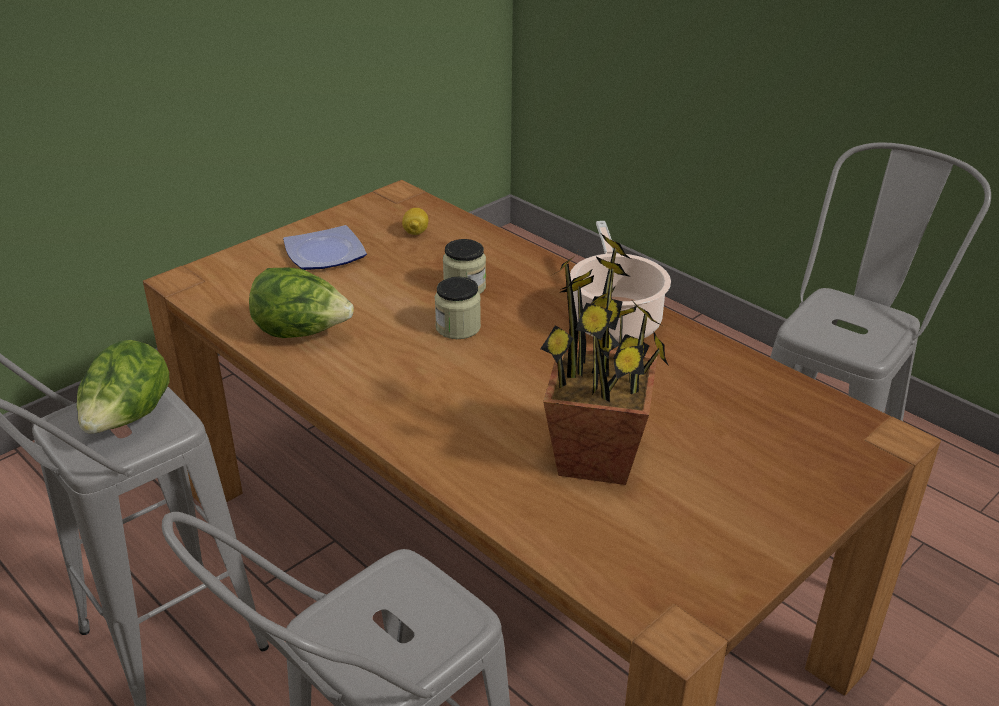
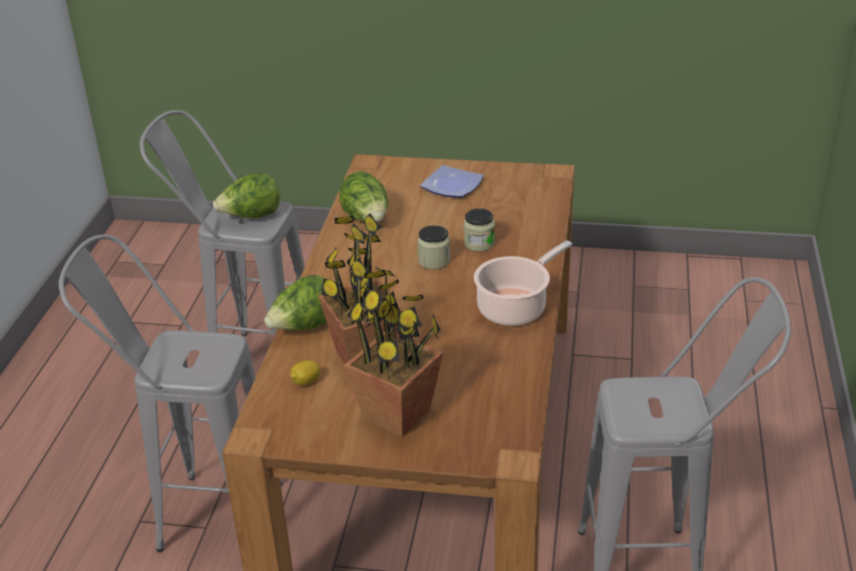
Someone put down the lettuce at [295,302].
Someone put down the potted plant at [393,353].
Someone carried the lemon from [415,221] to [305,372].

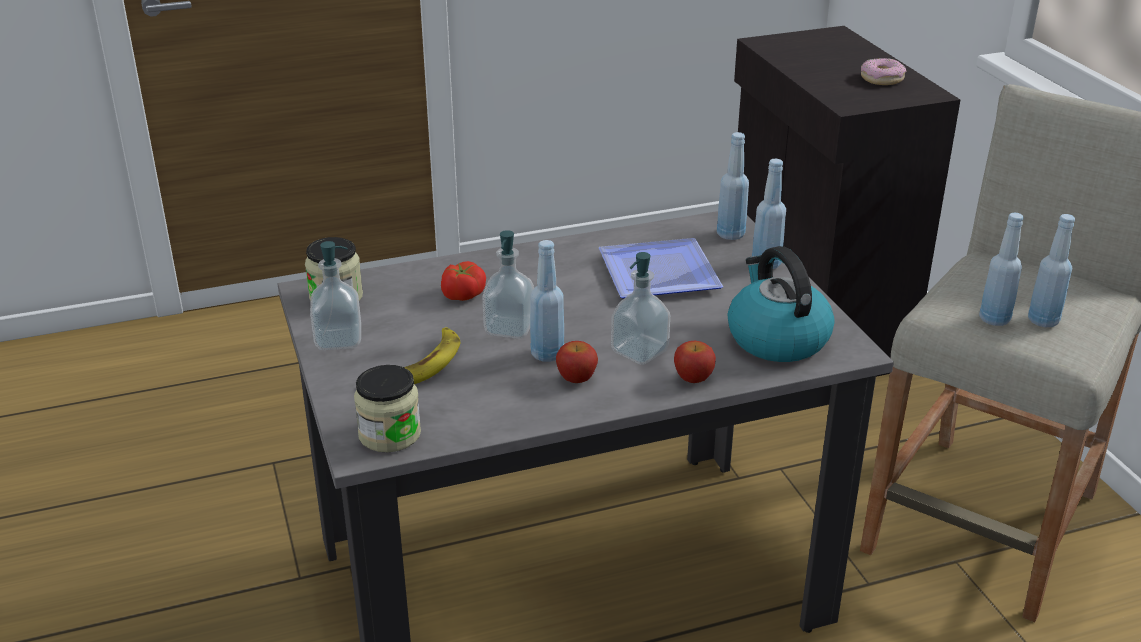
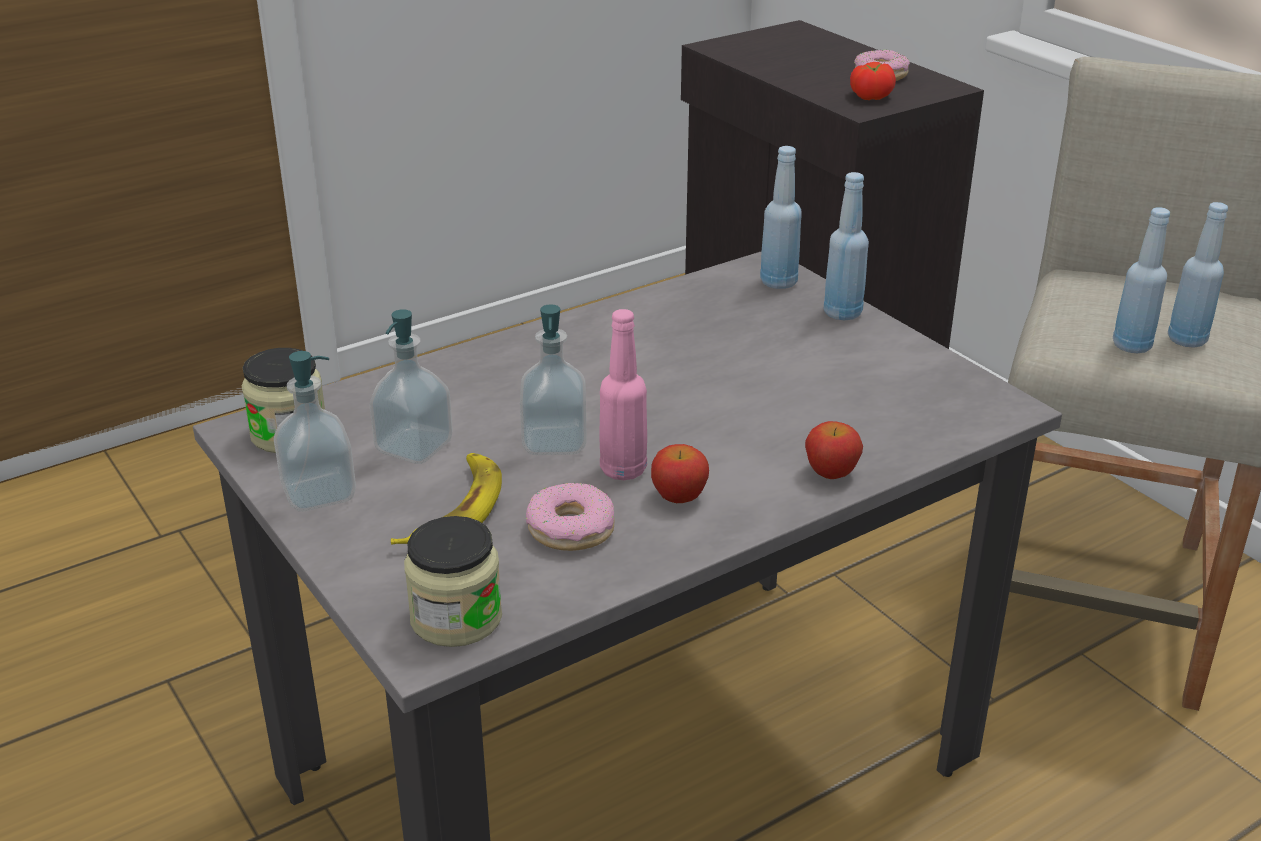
Someone took away the plate at [661,268].
Someone took away the kettle at [781,304].
Someone put down the donut at [570,517].
Someone carried the tomato from [463,281] to [873,81].
Someone carried the soap dispenser from [640,308] to [411,386].
Someone repainted the bottle (blue) at [547,301], which became the bottle (pink) at [623,394].

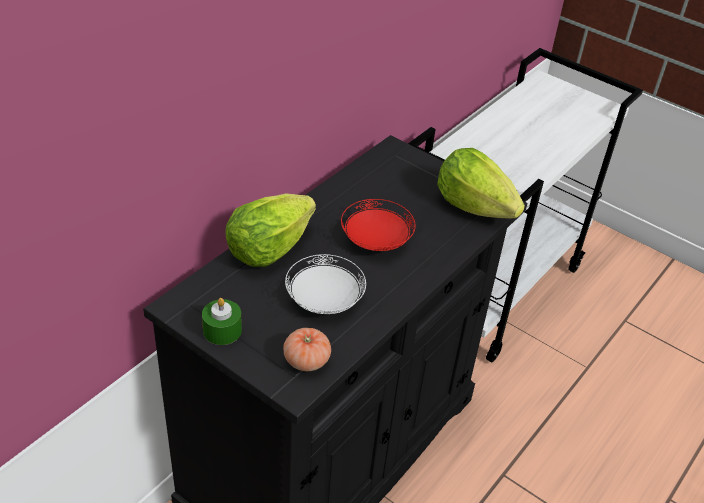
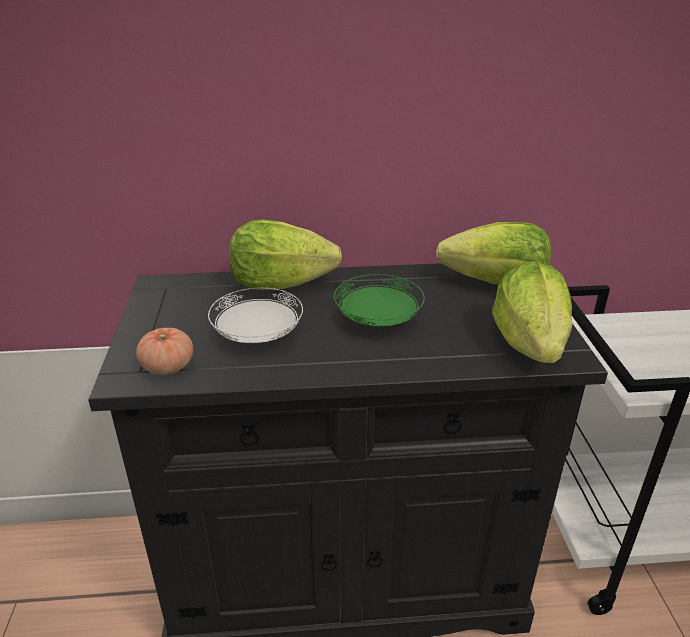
Someone took away the candle (green) at [222,321].
Someone put down the lettuce at [493,253].
Someone repainted the plate (red) at [378,225], which became the plate (green) at [379,300].

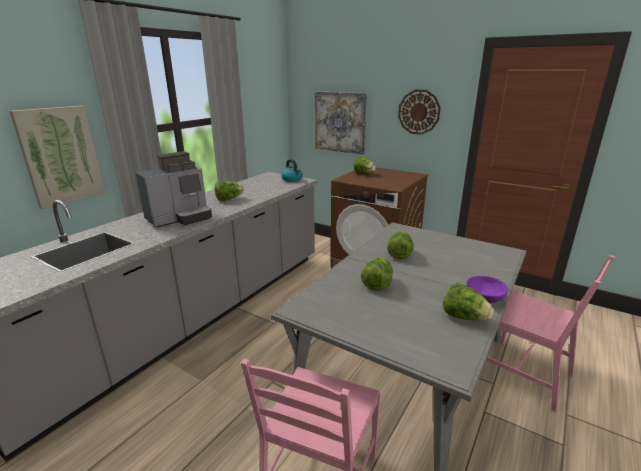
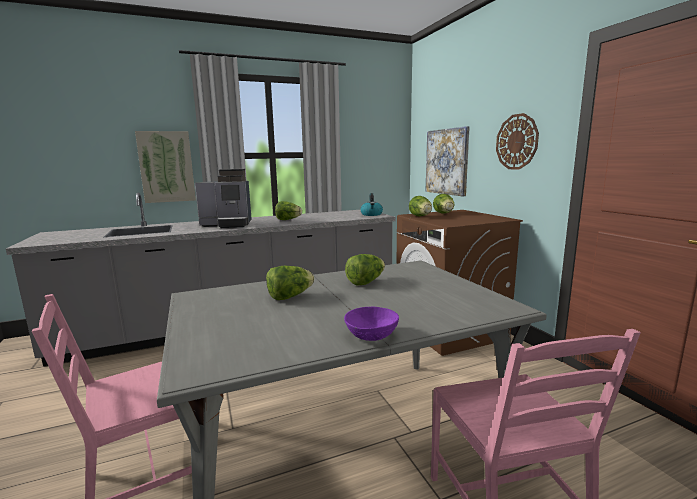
Someone carried the lettuce from [468,301] to [420,206].

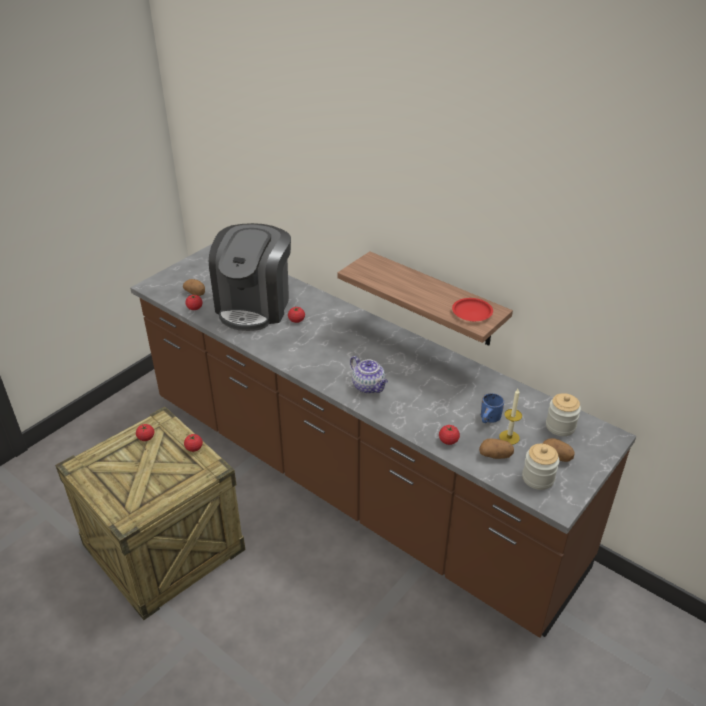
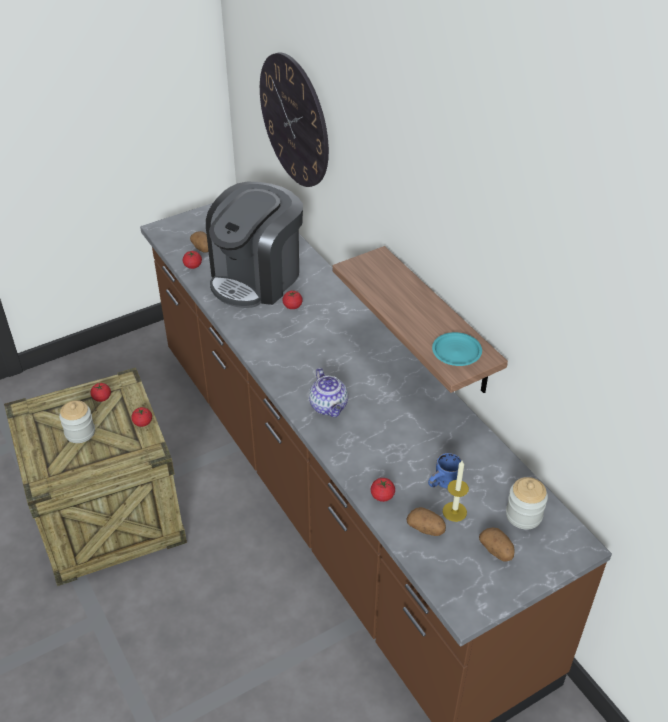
Someone put up the wall clock at [294,119].
Someone carried the jar from [540,467] to [77,421].
Someone repainted the plate (red) at [472,309], which became the plate (turquoise) at [457,349].

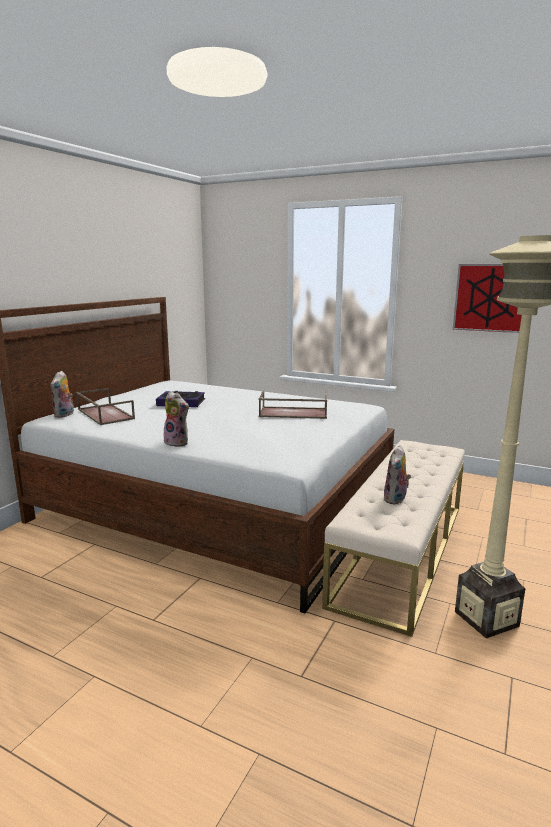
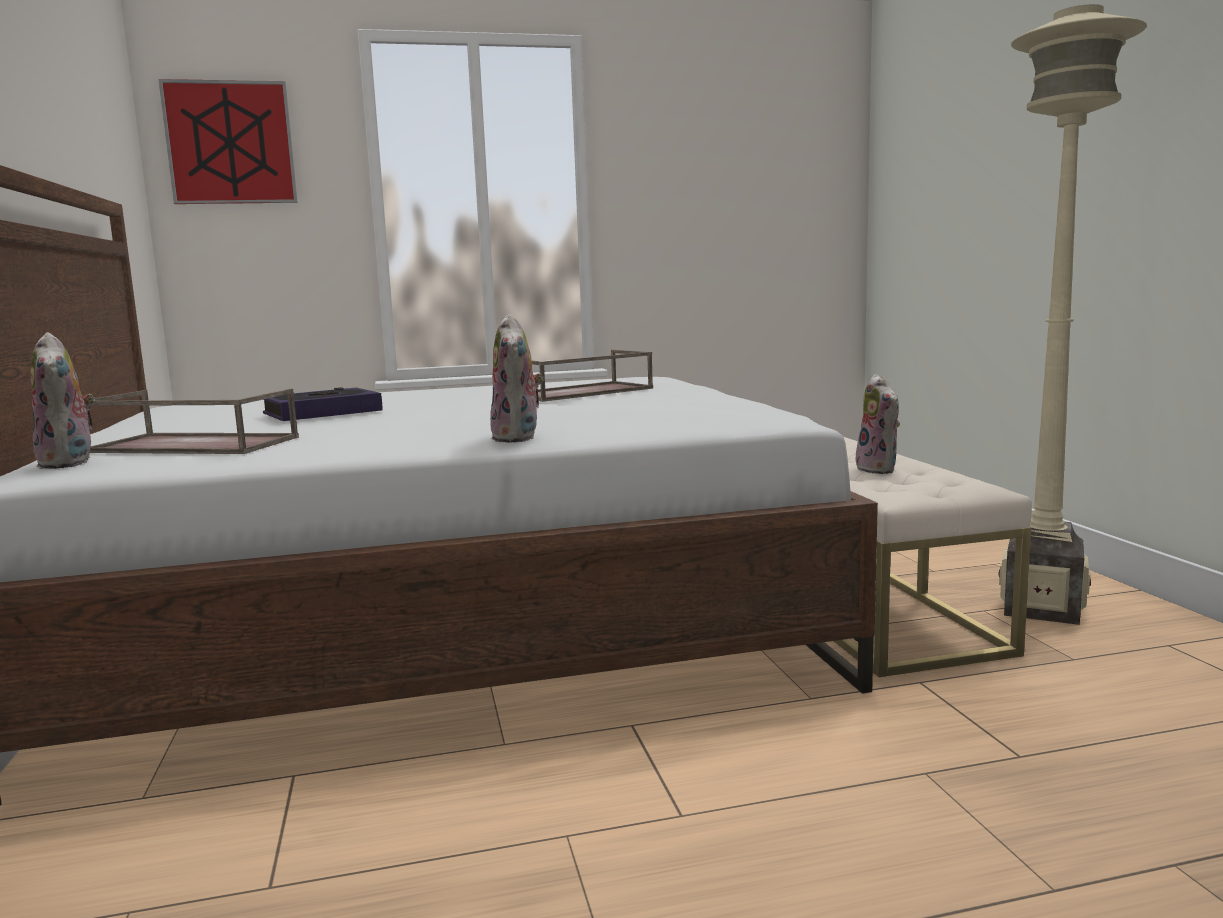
Someone carried the picture from [487,298] to [228,141].
Someone rotated the plush toy at [176,419] by 90 degrees clockwise.

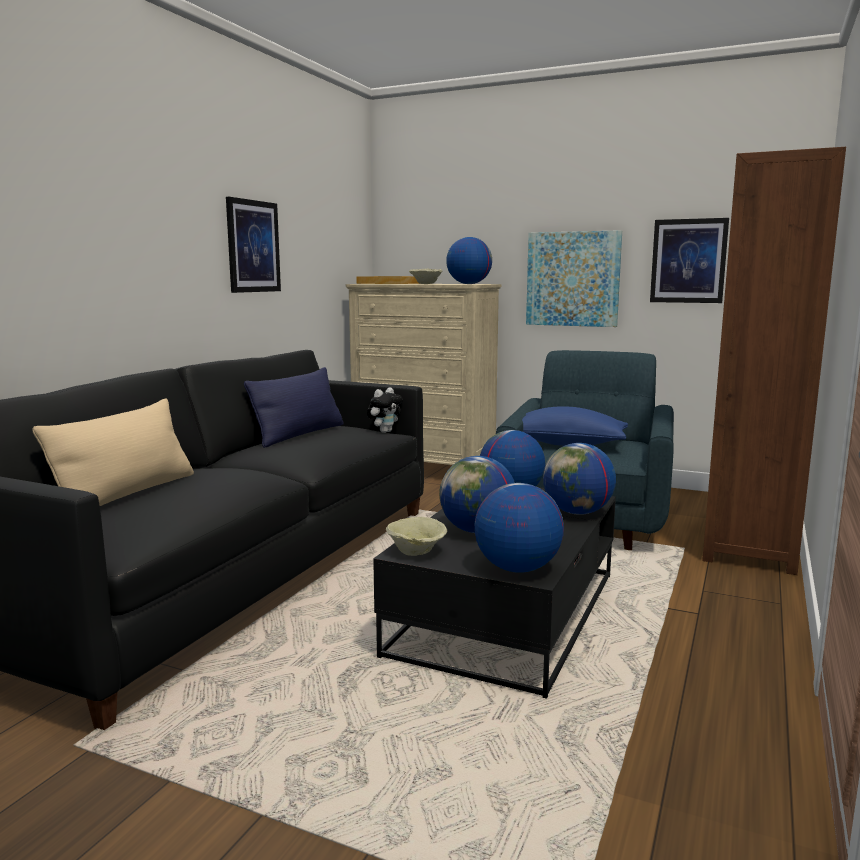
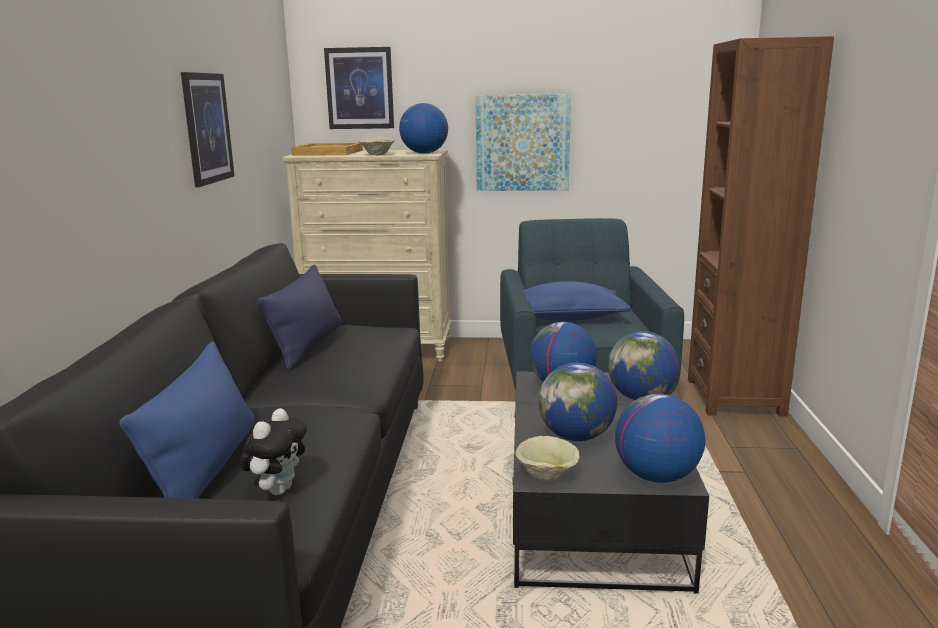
Someone carried the plush toy from [385,410] to [273,451].
Someone carried the picture from [689,260] to [359,88].
Someone repainted the pillow (beige) at [113,452], which became the pillow (blue) at [187,420].

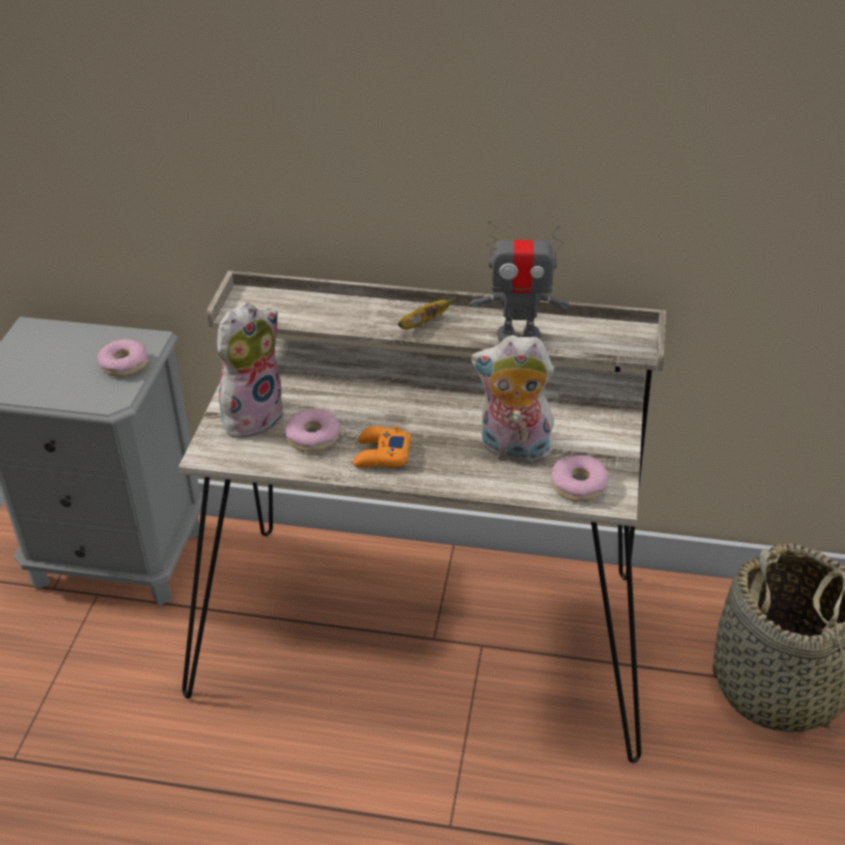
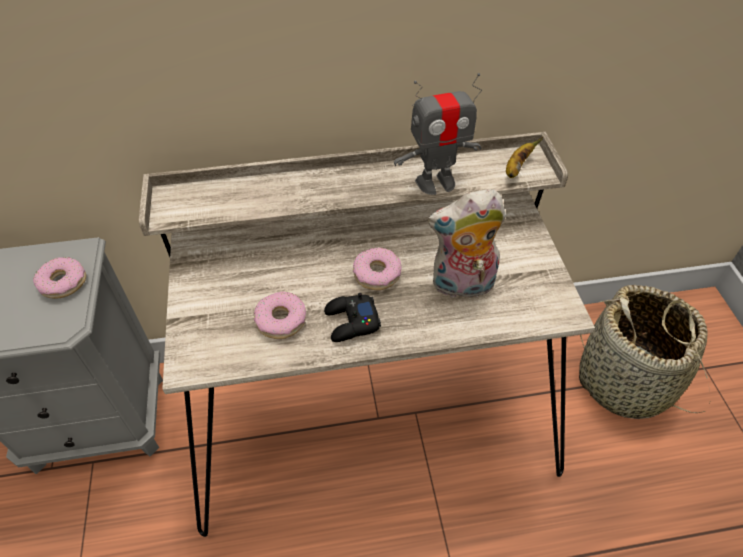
Someone took away the plush toy at [250,370].
Someone carried the banana from [428,312] to [524,157].
Someone carried the donut from [580,478] to [377,268].
Someone repainted the game controller (orange) at [382,446], which became the game controller (black) at [352,317].

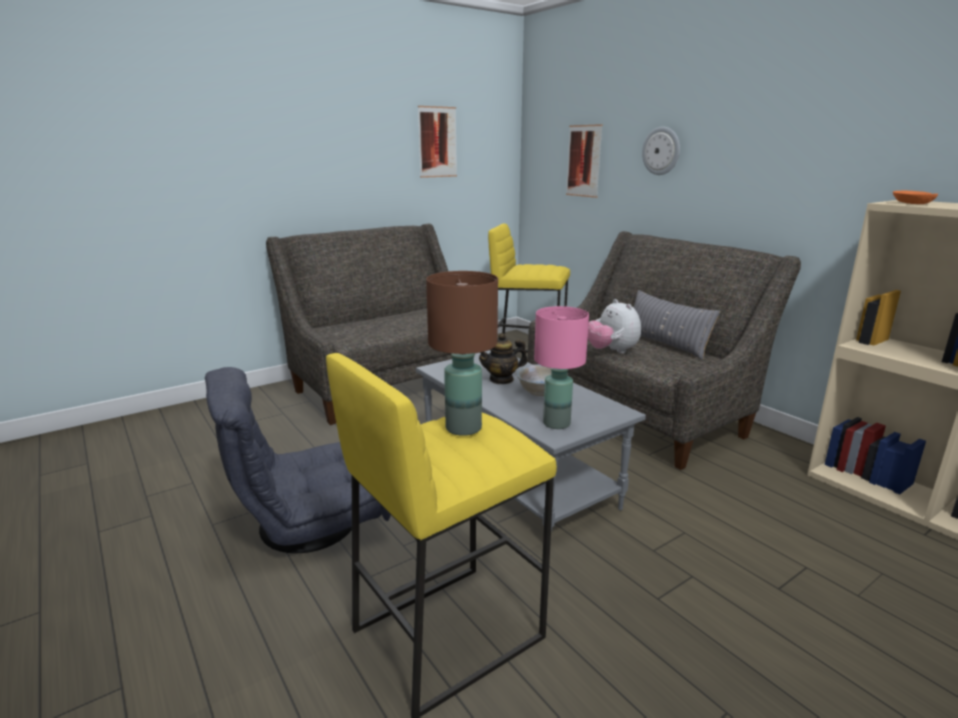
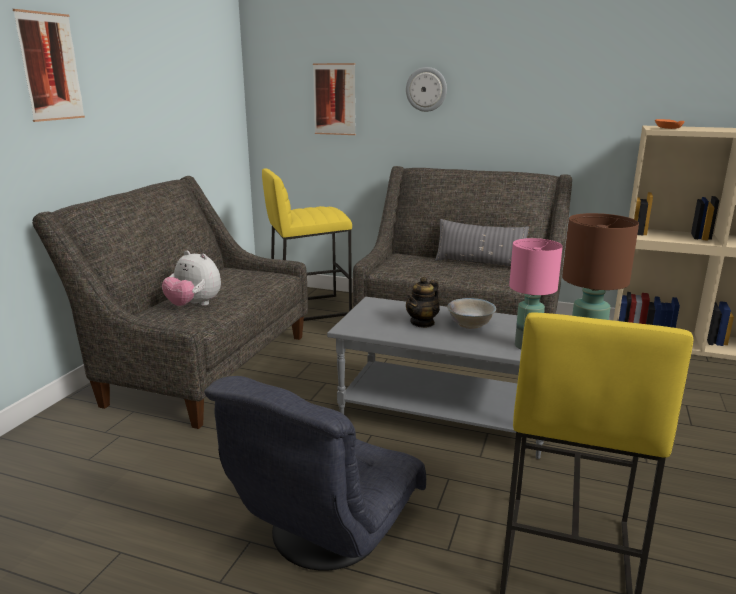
Someone carried the picture from [437,142] to [49,65].
Someone carried the plush toy from [614,326] to [191,278].

